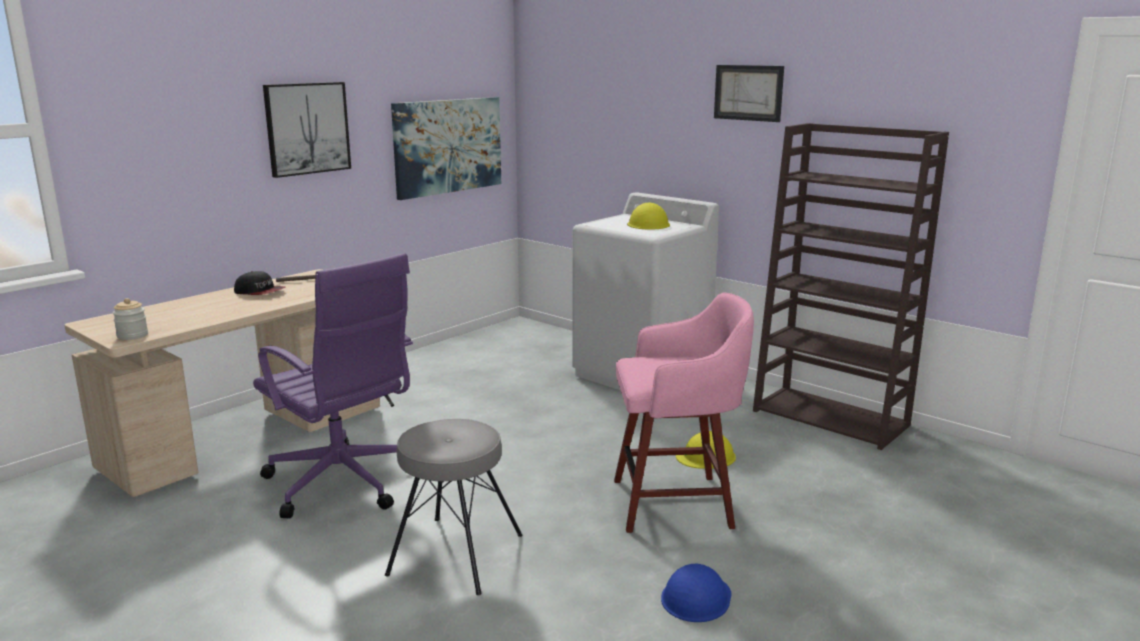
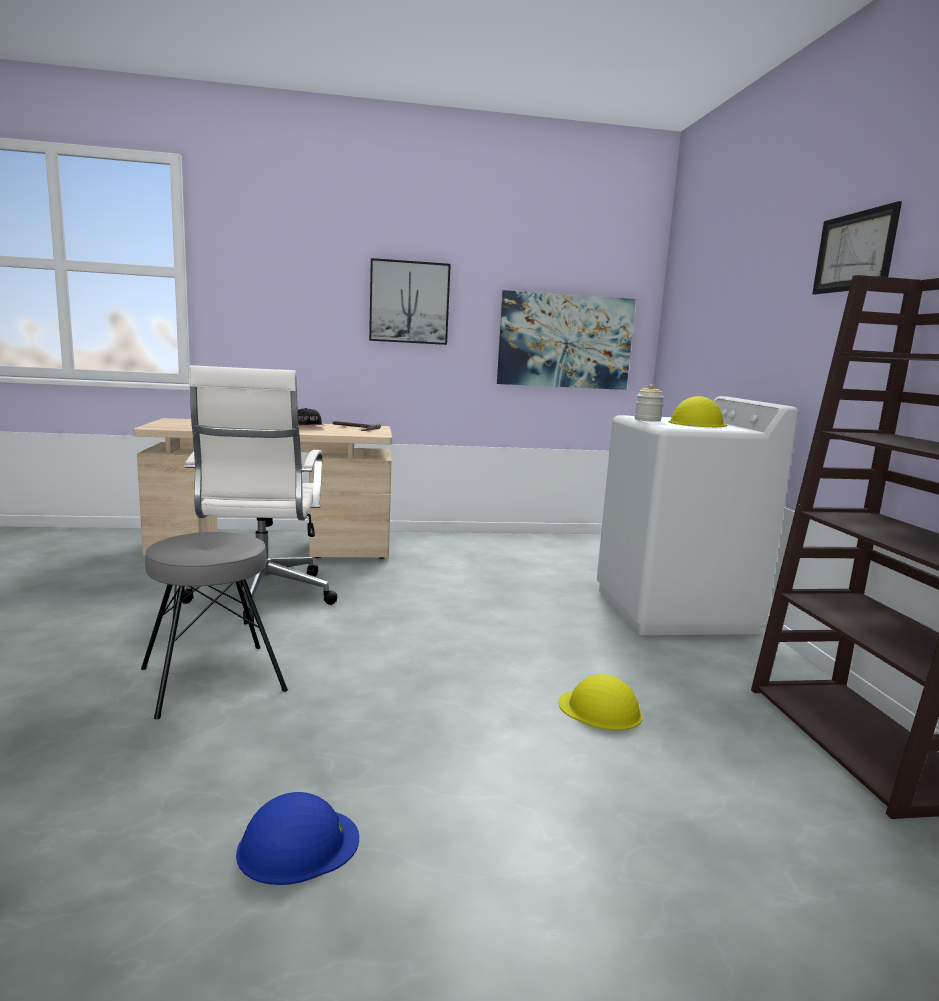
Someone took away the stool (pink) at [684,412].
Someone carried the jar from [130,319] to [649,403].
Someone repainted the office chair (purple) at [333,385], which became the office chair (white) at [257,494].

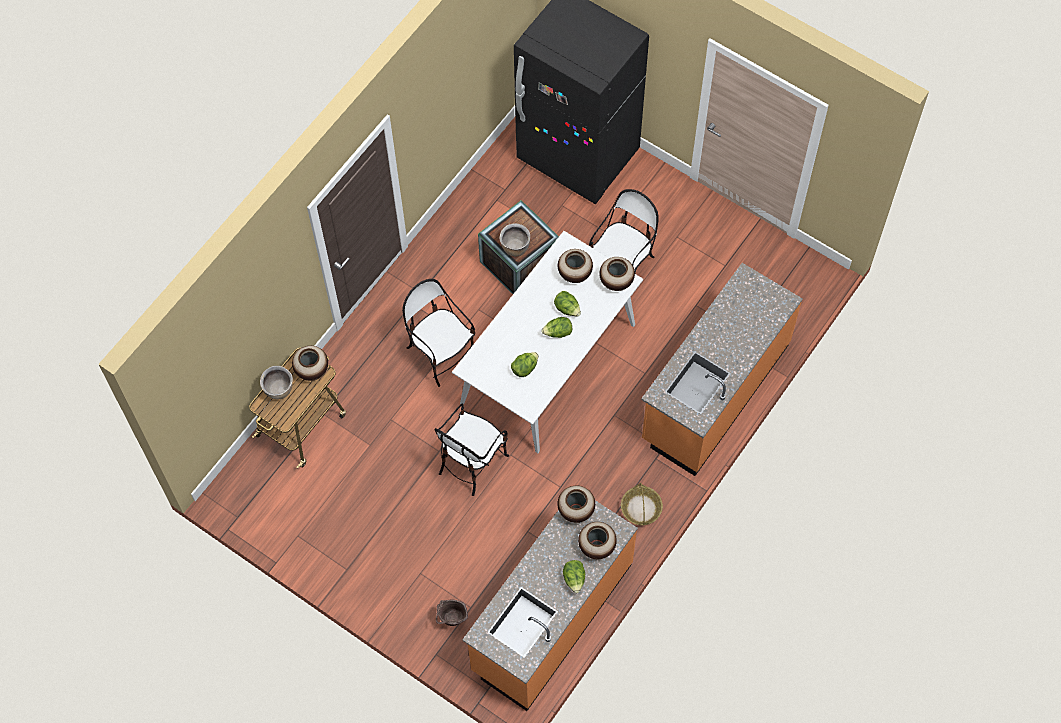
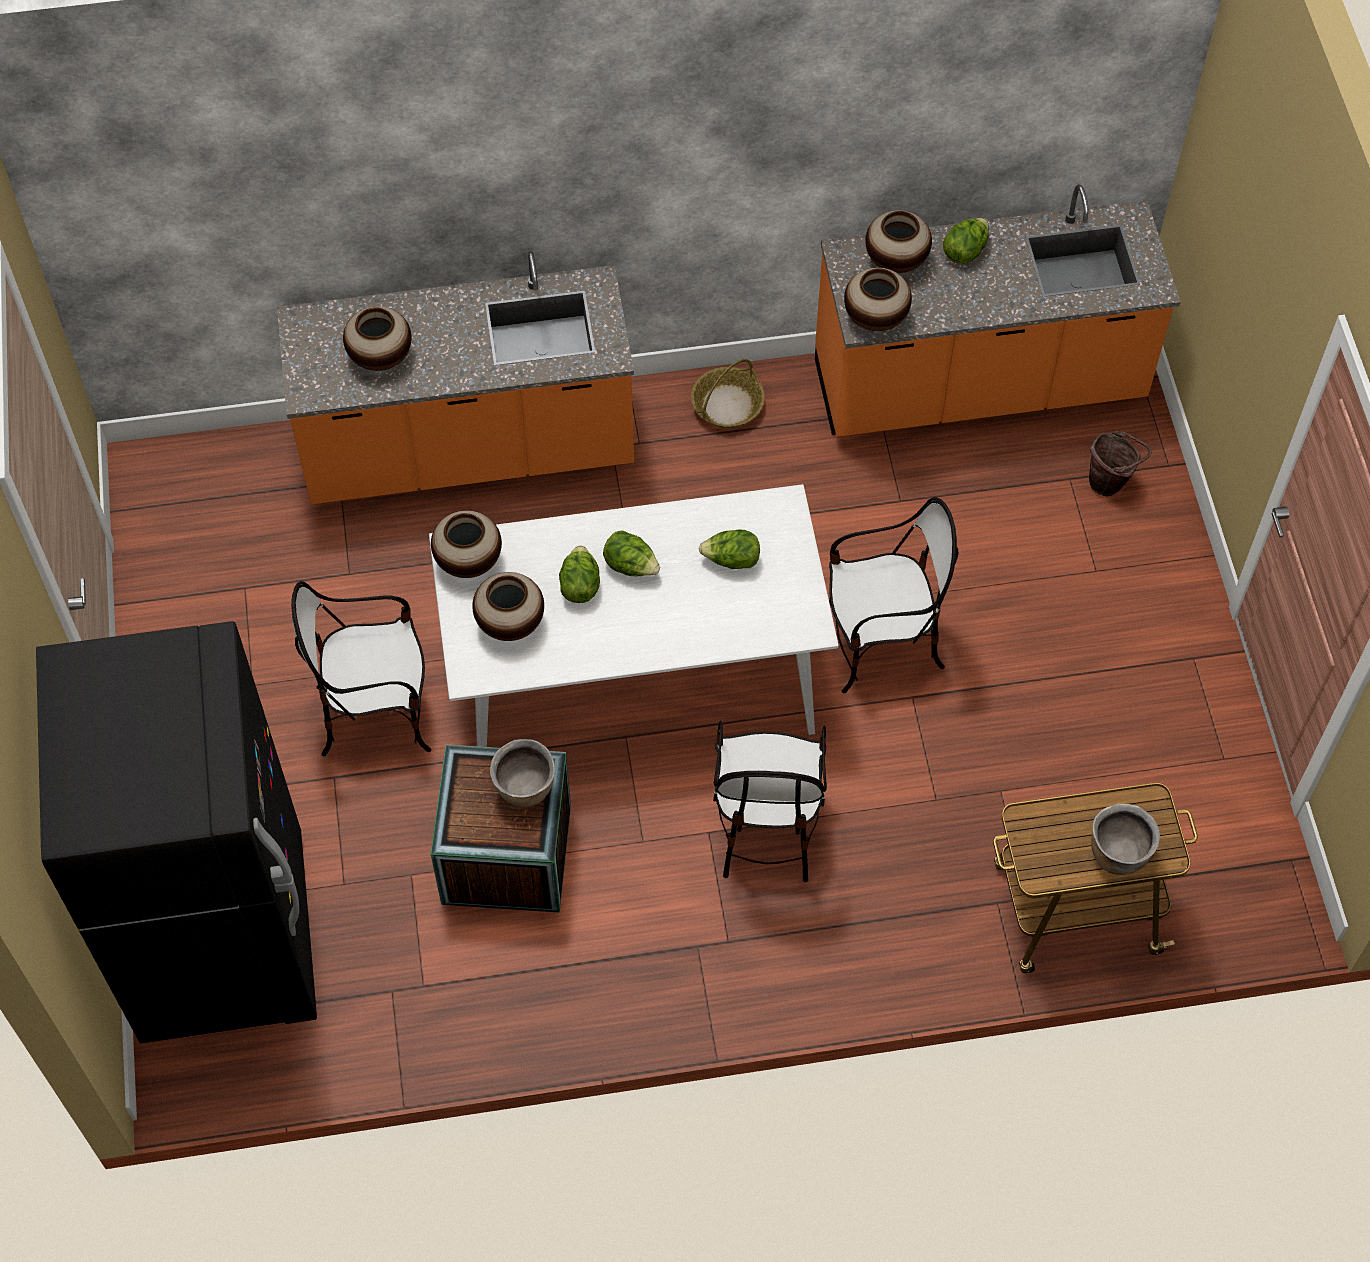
Someone carried the vase from [310,363] to [377,338].

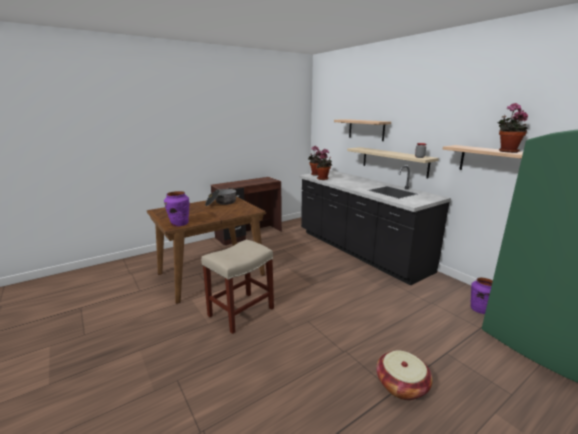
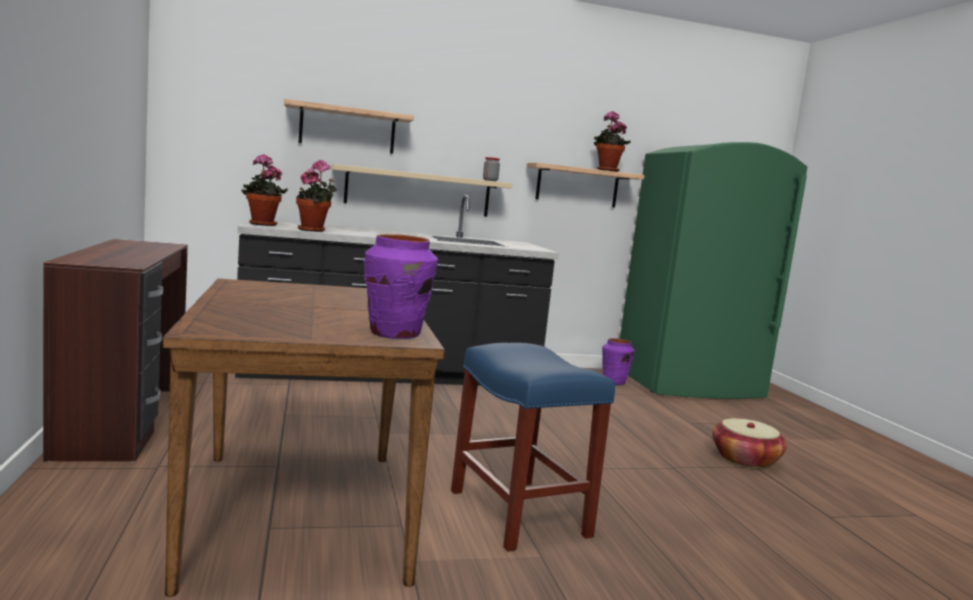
Someone took away the cooking pot at [220,196].
Someone repainted the stool (beige) at [237,287], which became the stool (blue) at [533,447].

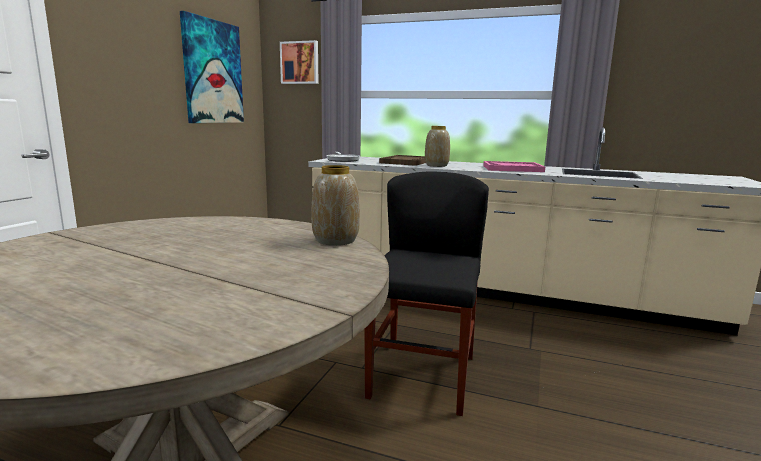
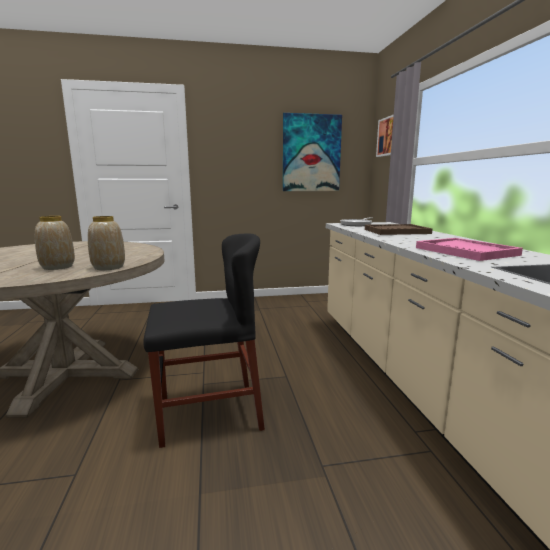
Someone carried the vase from [437,146] to [55,243].

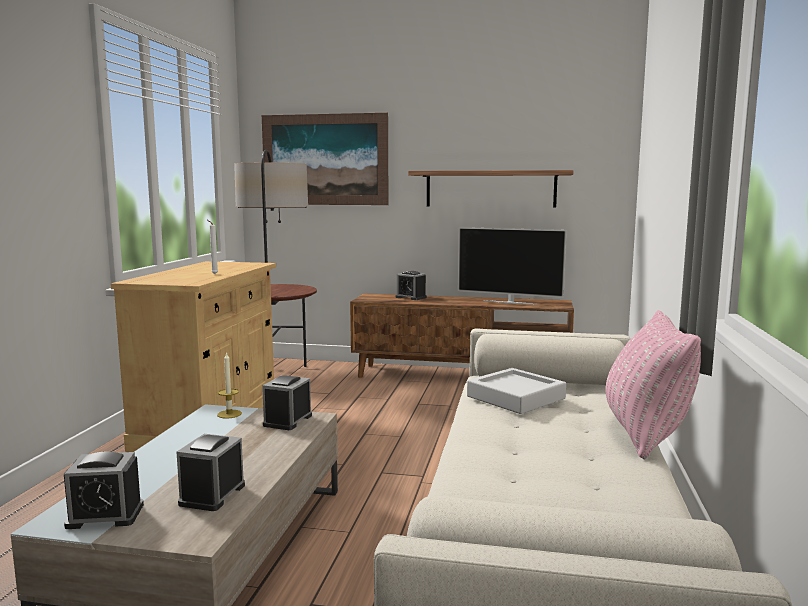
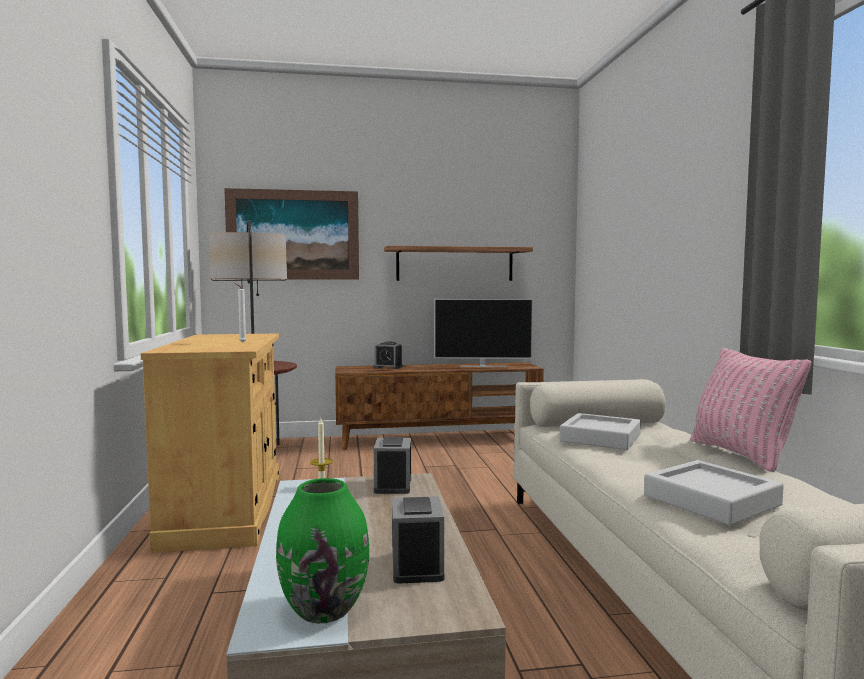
Someone put down the tray (grey) at [714,492].
Someone swapped the alarm clock at [104,490] for the vase (green) at [322,551].

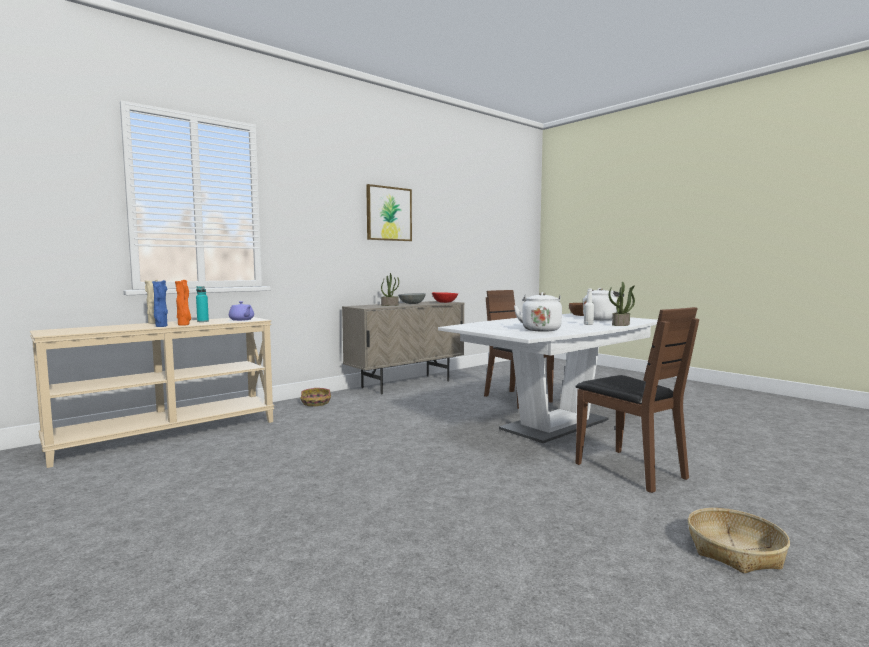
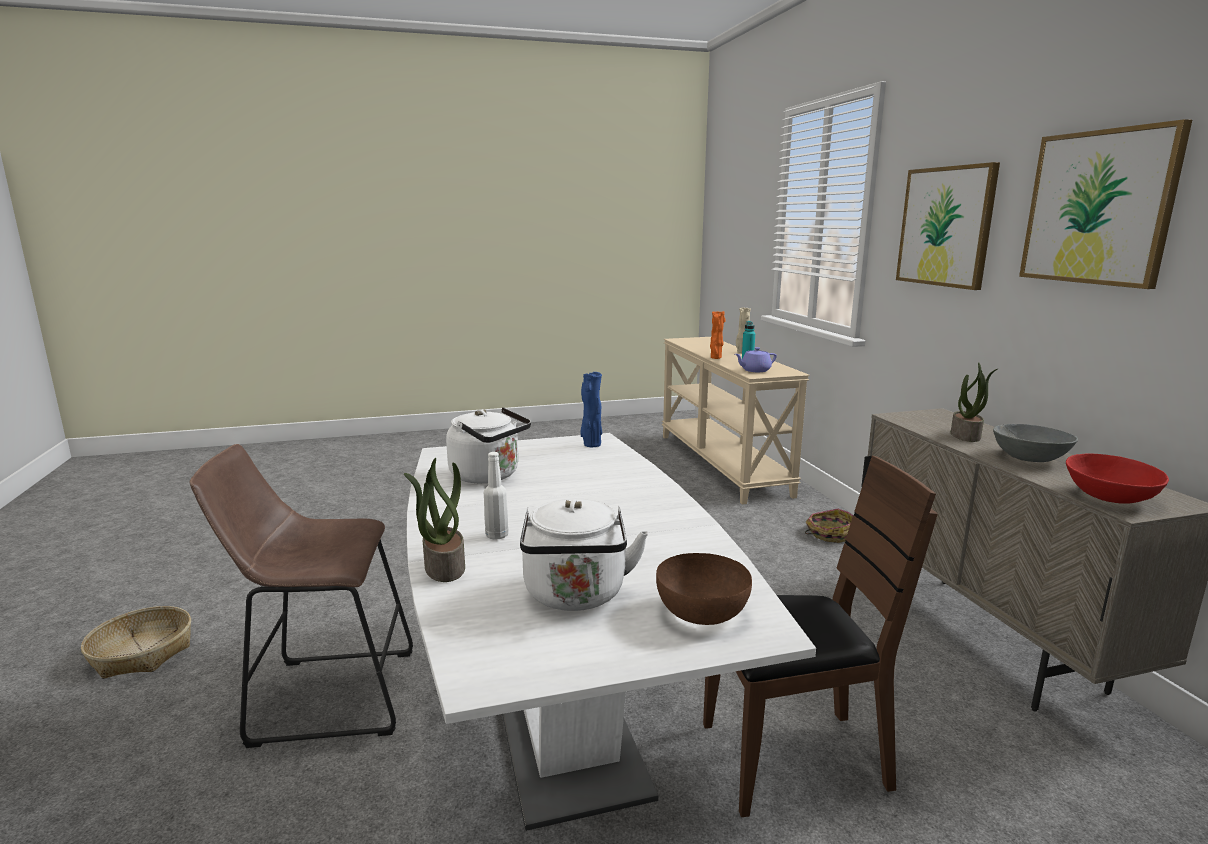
Someone put up the picture at [948,226].
Someone carried the vase (blue) from [160,303] to [591,409].
Someone swapped the chair (brown) at [637,400] for the stool (brown) at [301,596].

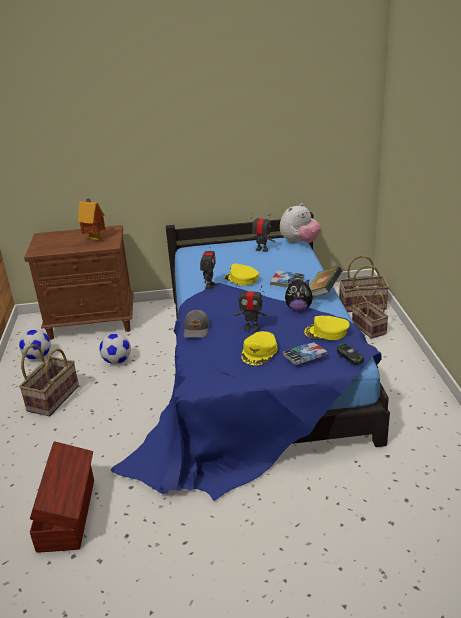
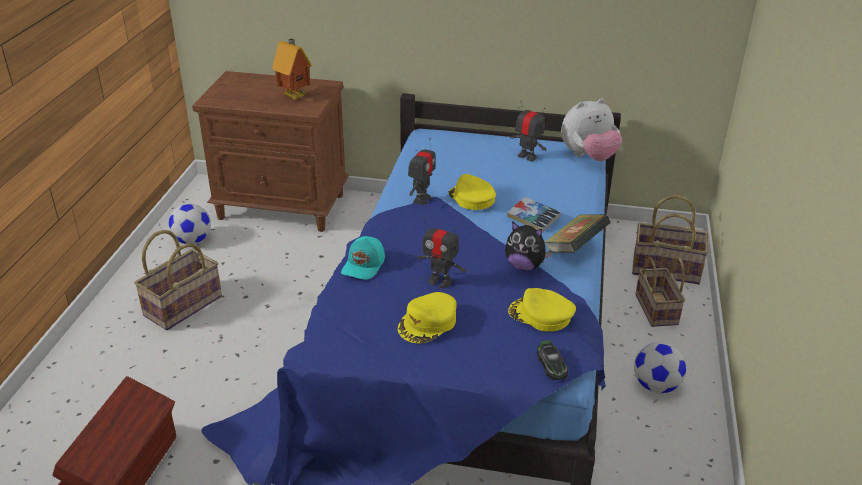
Someone took away the book at [305,353].
Someone carried the football from [115,348] to [660,367].
Someone repainted the cap (grey) at [196,324], which became the cap (turquoise) at [363,258].

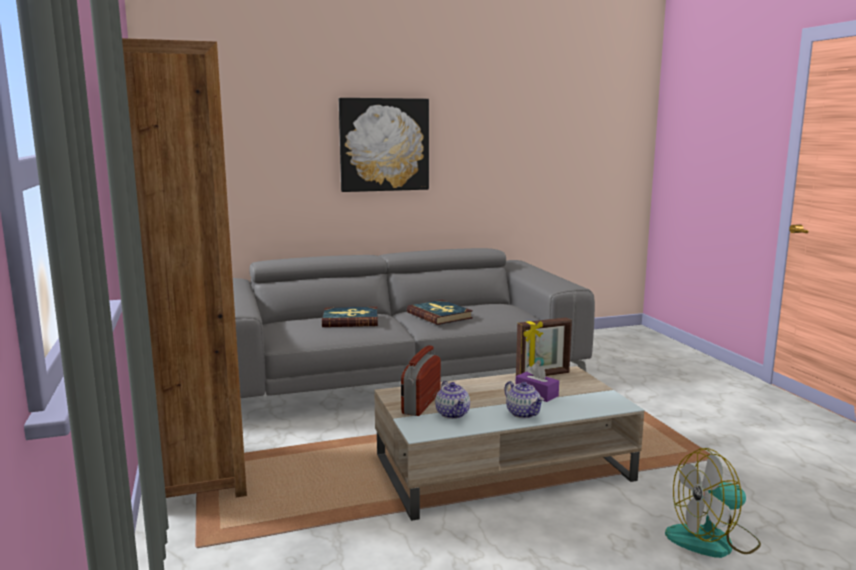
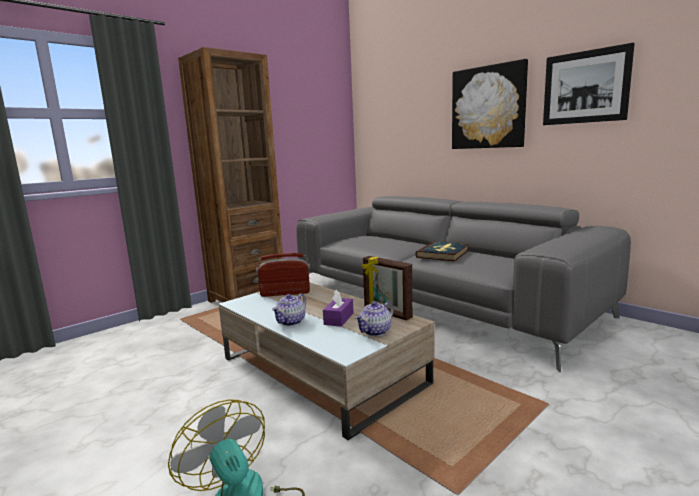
Someone took away the book at [350,317].
Someone put up the picture at [589,84].
Someone carried the teapot from [452,400] to [374,319].

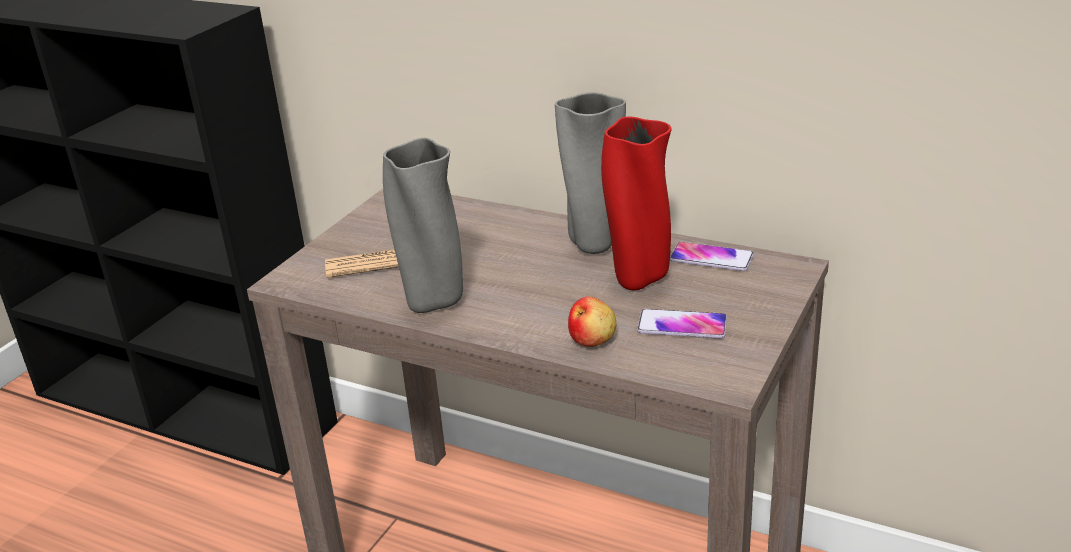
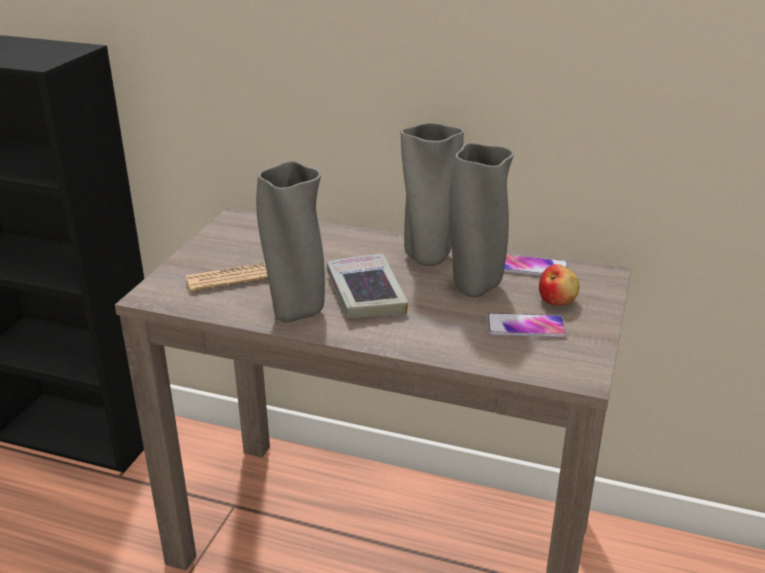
Someone put down the book at [367,285].
Someone carried the apple from [592,322] to [559,285].
Someone repainted the vase (red) at [636,203], which became the vase (grey) at [481,220].

